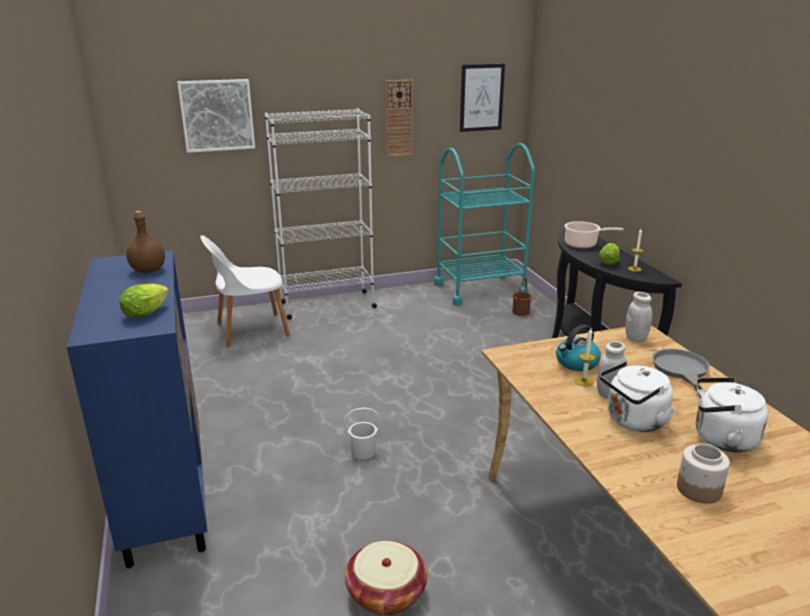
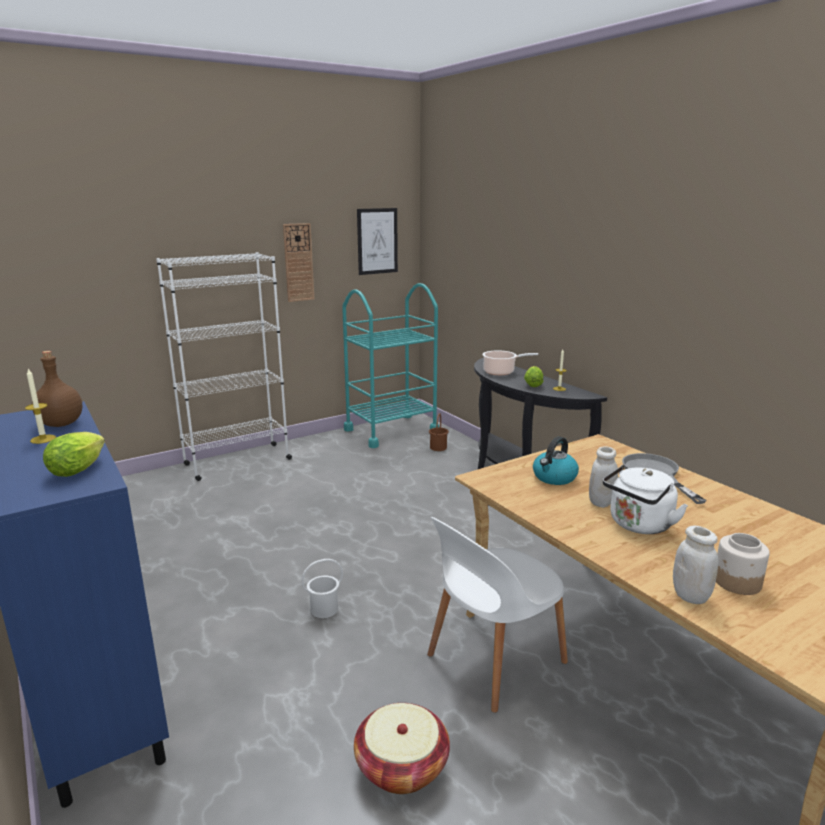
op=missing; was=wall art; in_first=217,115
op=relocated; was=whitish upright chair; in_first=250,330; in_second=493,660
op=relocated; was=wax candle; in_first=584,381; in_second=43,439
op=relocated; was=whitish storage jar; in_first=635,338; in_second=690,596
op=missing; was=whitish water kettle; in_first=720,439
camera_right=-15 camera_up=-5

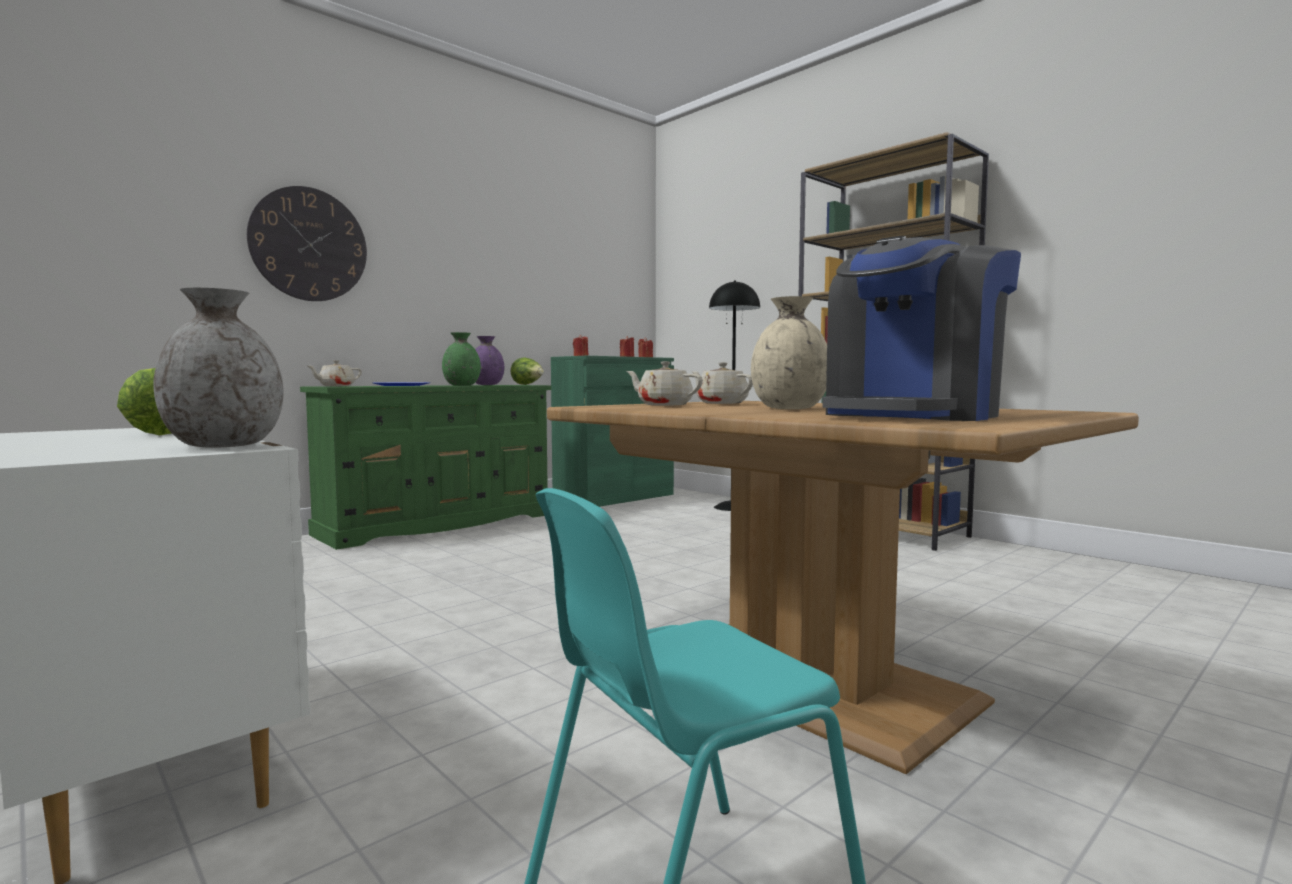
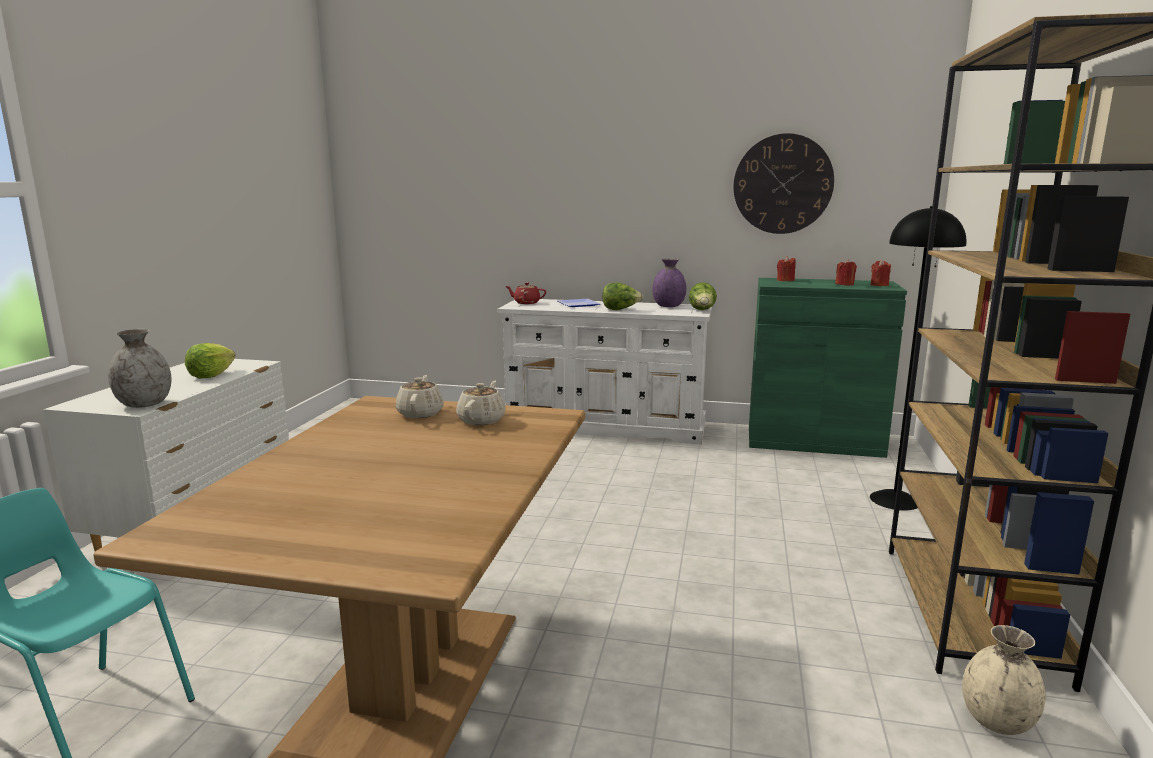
op=relocated; was=hanging clock; in_first=309,244; in_second=782,184
op=colour; was=green-coloured drawer chest; now=whitish drawer chest; in_first=439,524; in_second=606,426
op=colour; was=sand-coloured tea pot; now=red tea pot; in_first=336,386; in_second=526,303
op=exchanged; was=green-coloured flower vase; now=lettuce head; in_first=461,385; in_second=620,310
op=relocated; was=sand-coloured flower vase; in_first=790,408; in_second=997,722
op=missing; was=coffee maker; in_first=913,416
camera_right=55 camera_up=10

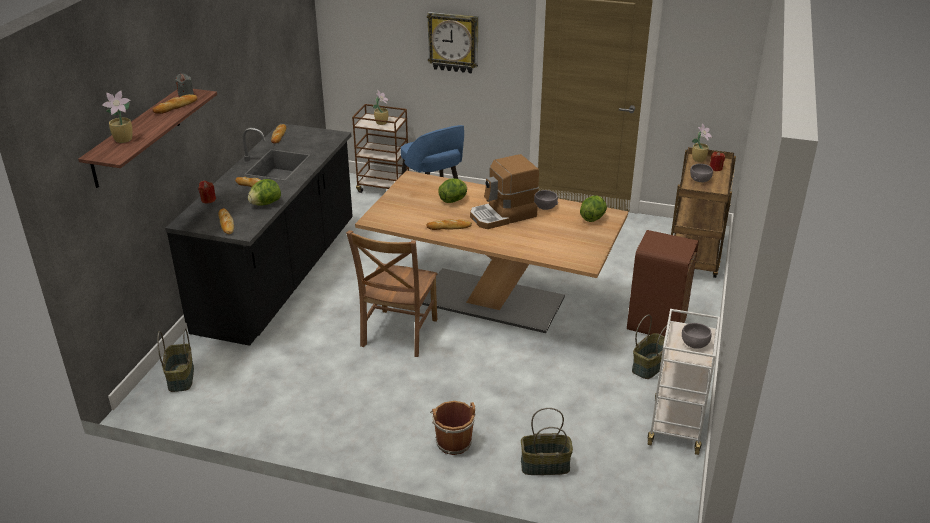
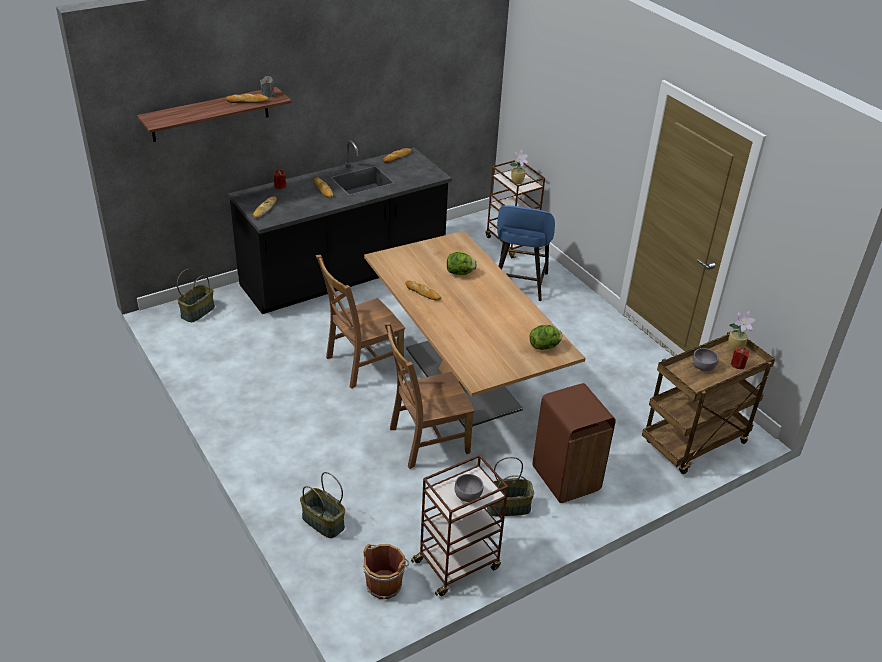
op=missing; was=potted plant; in_first=124,140
op=missing; was=lettuce head; in_first=265,204
op=missing; was=hanging clock; in_first=453,42
op=relocated; was=brown pail; in_first=453,441; in_second=384,583
op=missing; was=coffee maker; in_first=503,215
op=missing; was=greyish serving bowl; in_first=545,206
op=colour; was=whitish trolley; now=brown trolley; in_first=676,425; in_second=458,564
op=appeared; now=brown upright chair; in_second=425,441
camera_right=40 camera_up=5

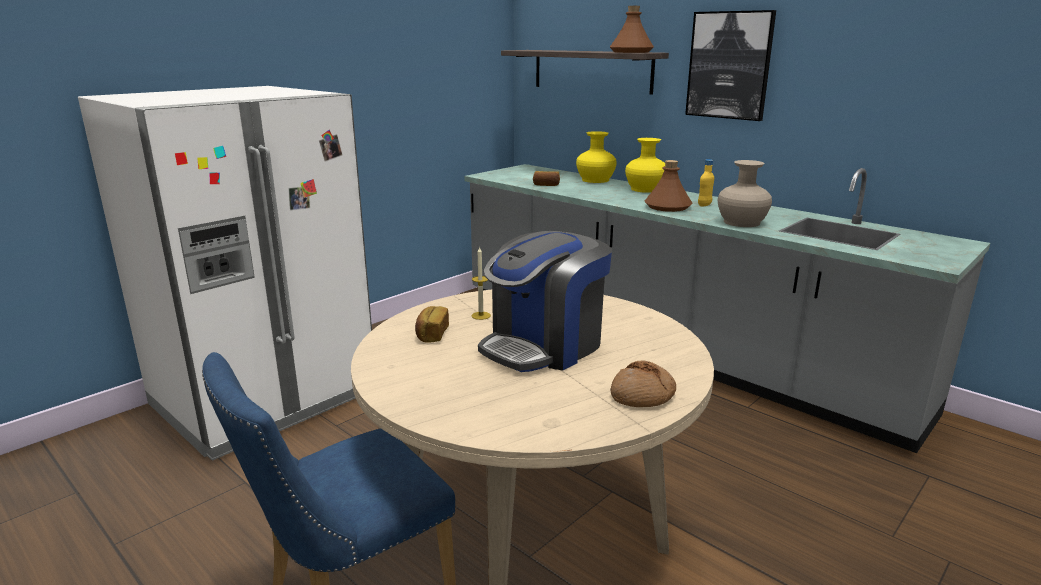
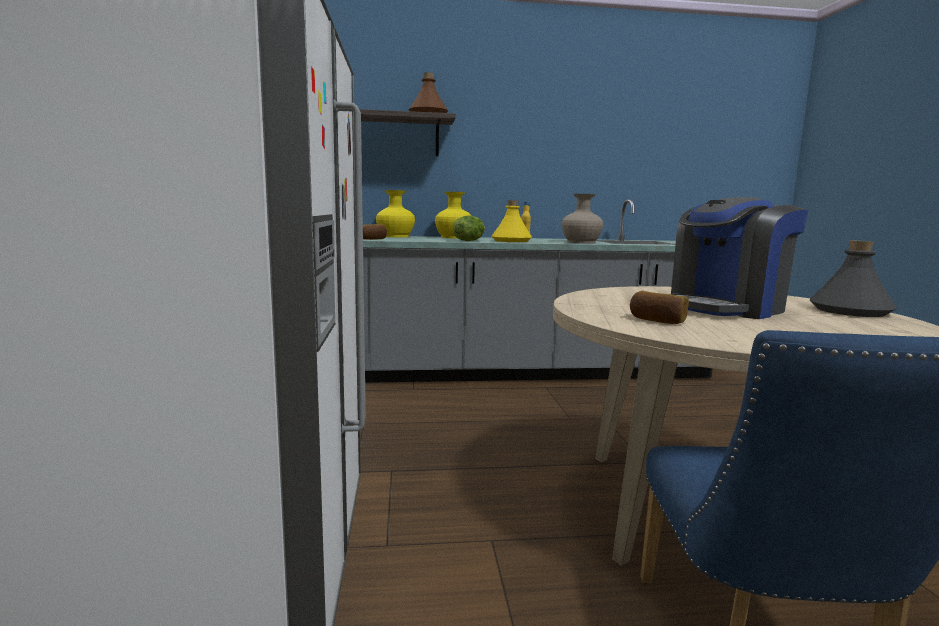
op=missing; was=wax candle; in_first=481,315
op=spun; was=coffee maker; in_first=544,346; in_second=726,308; clockwise=60
op=exchanged; was=bread; now=greyish bottle; in_first=642,395; in_second=850,311
op=colour; was=brown bottle; now=yellowish bottle; in_first=668,207; in_second=511,241
op=missing; was=wall art; in_first=729,65
op=appeared; now=lettuce head; in_second=469,241
camera_right=-50 camera_up=-10

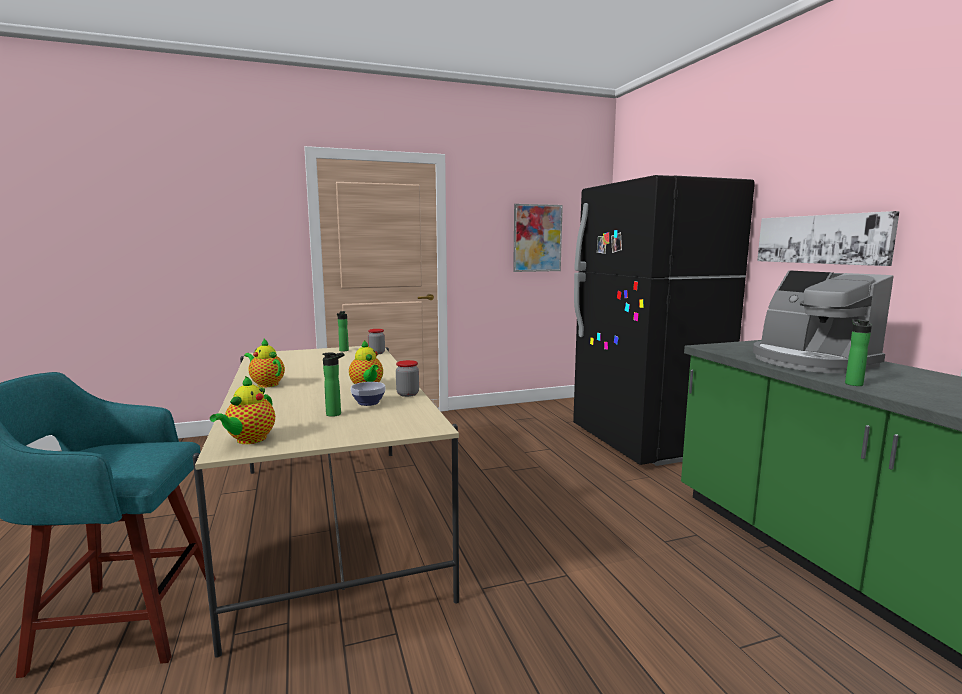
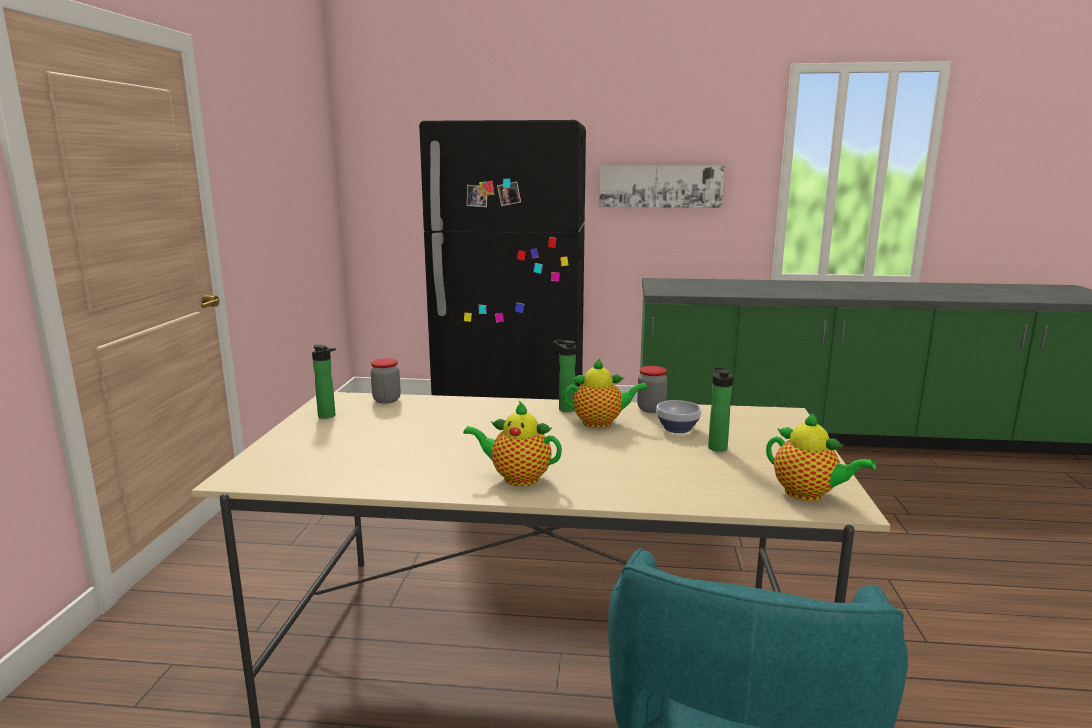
op=spun; was=tea pot; in_first=266,384; in_second=517,478; clockwise=45
op=missing; was=wall art; in_first=537,238
op=missing; was=coffee maker; in_first=810,361
op=relocated; was=bottle; in_first=852,383; in_second=564,409
camera_right=-65 camera_up=5

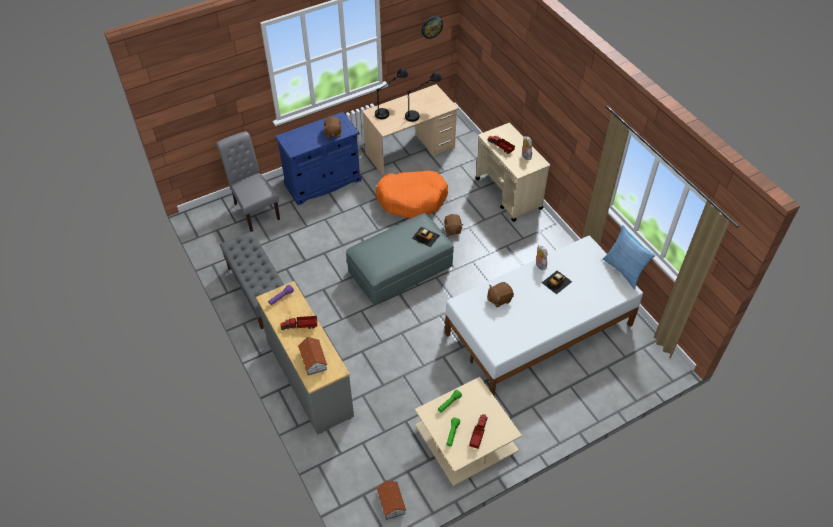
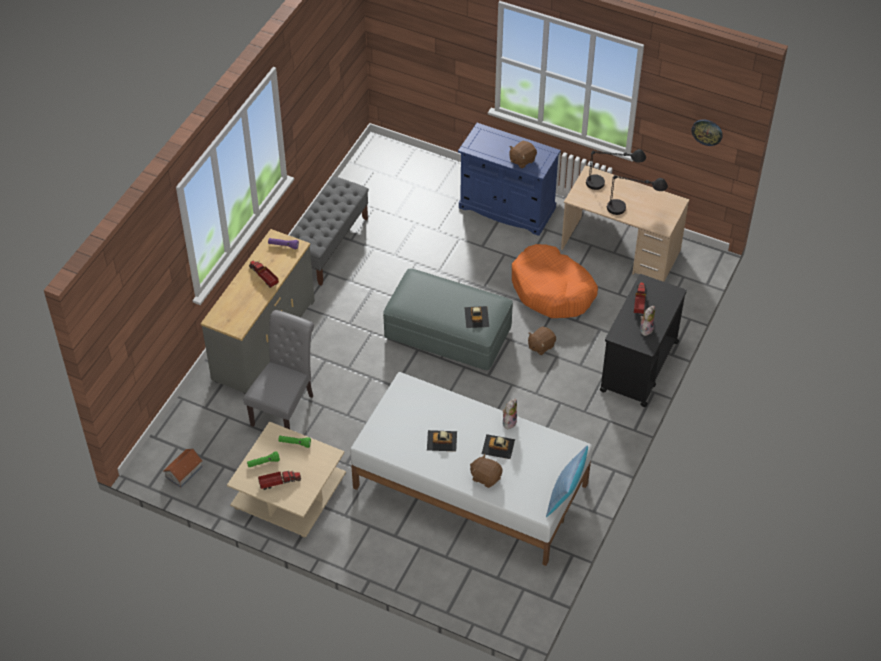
op=relocated; was=greyish upright chair; in_first=255,209; in_second=285,407
op=missing; was=toy house; in_first=313,360
op=colour; was=sand-coloured trolley; now=black trolley; in_first=508,194; in_second=638,367
op=relocated; was=brown cuddly toy; in_first=499,299; in_second=486,477
op=appeared; now=model car; in_second=442,441
camera_right=55 camera_up=0

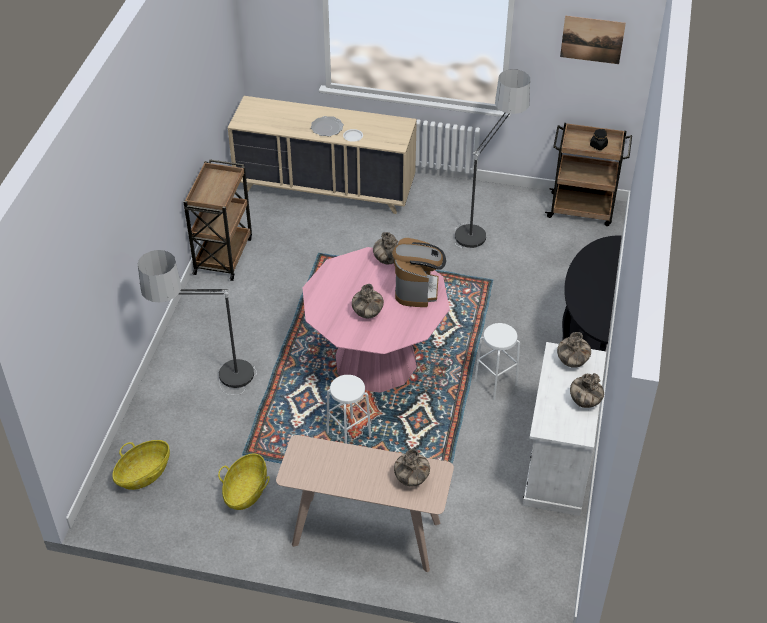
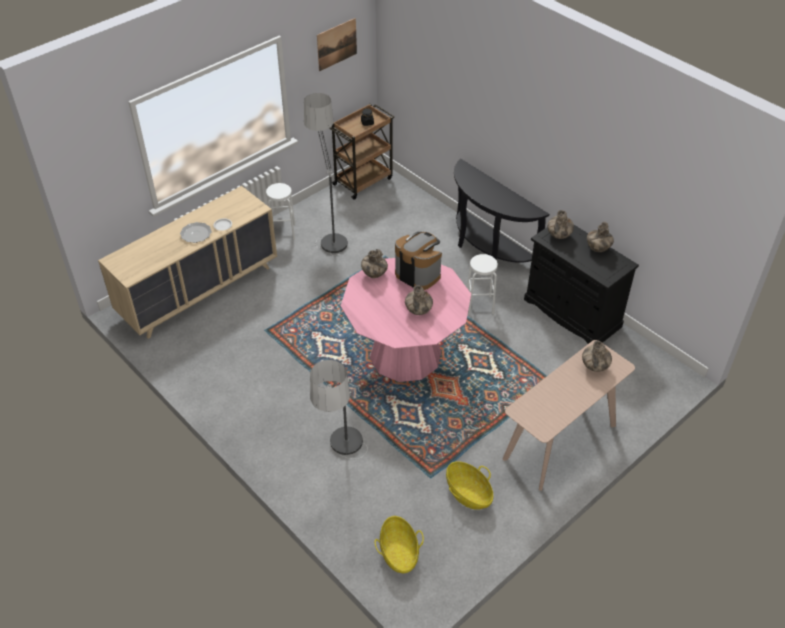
op=missing; was=brown trolley; in_first=223,255
op=relocated; was=whitish stool; in_first=348,435; in_second=283,232
op=colour; was=whitish cupboard; now=black cupboard; in_first=558,463; in_second=572,313
camera_right=-55 camera_up=0

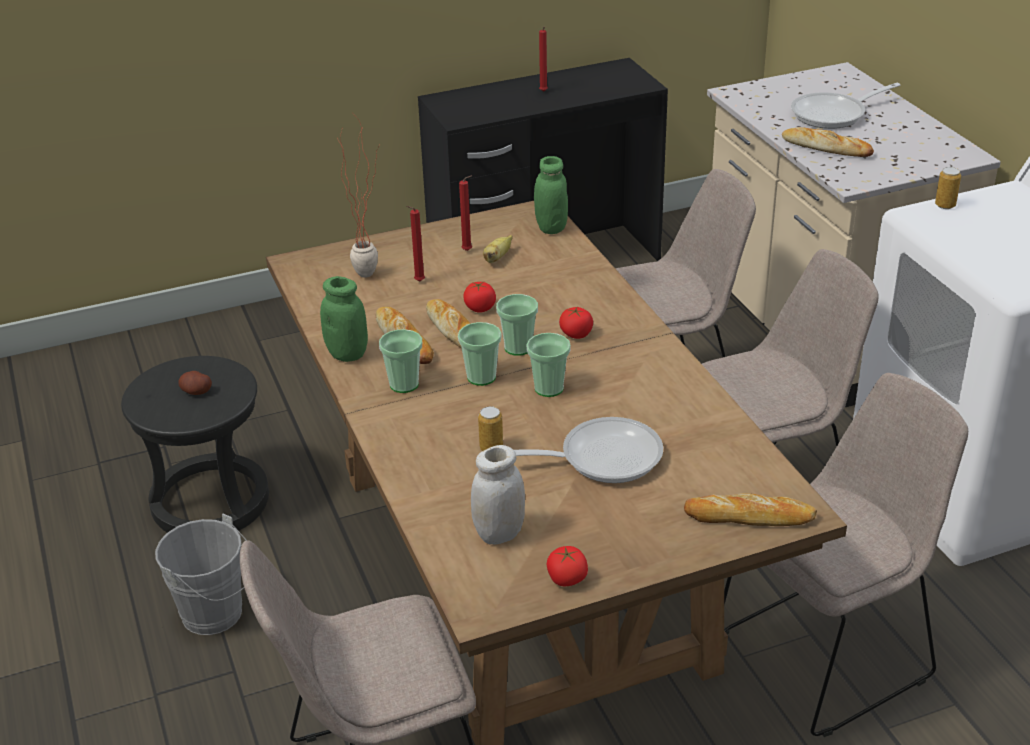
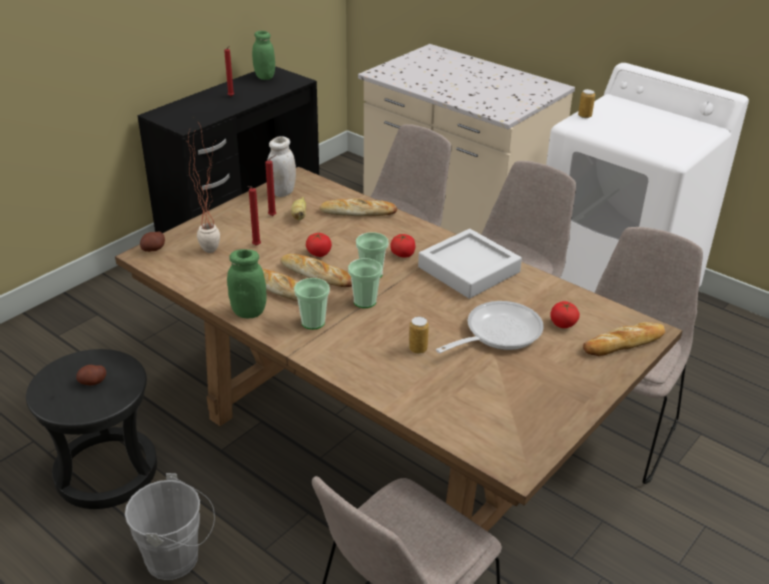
op=relocated; was=whitish storage jar; in_first=499,533; in_second=282,192
op=missing; was=drinking cup; in_first=549,388
op=relocated; was=green-coloured storage jar; in_first=551,228; in_second=264,77
op=relocated; was=fresh tomato; in_first=566,579; in_second=563,324
op=relocated; was=bread; in_first=826,148; in_second=358,212
op=missing; was=skillet; in_first=834,114
op=appeared; now=whole potato; in_second=153,249
op=appeared; now=greyish carrying tray; in_second=468,269
camera_right=-30 camera_up=0

